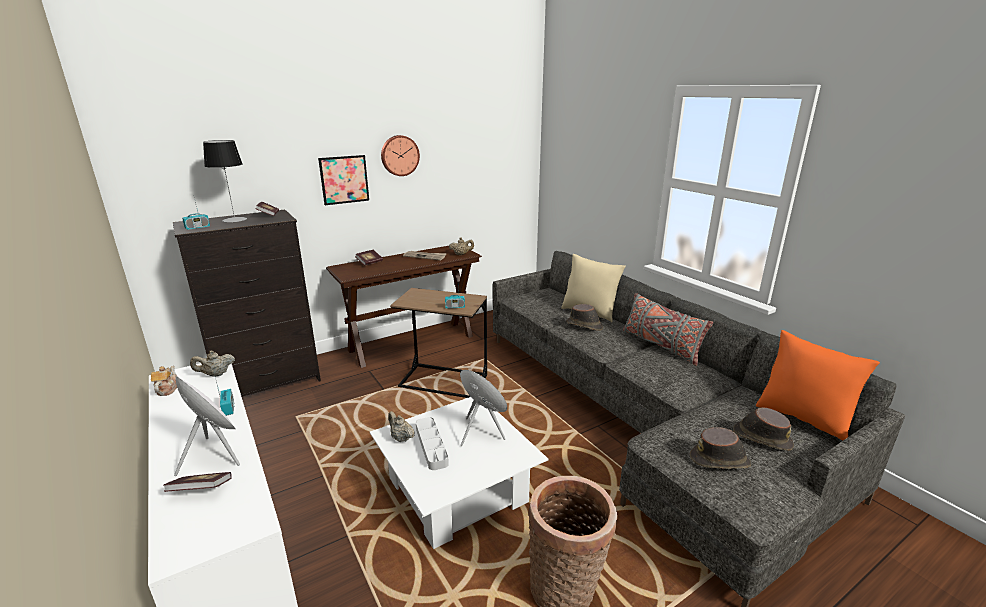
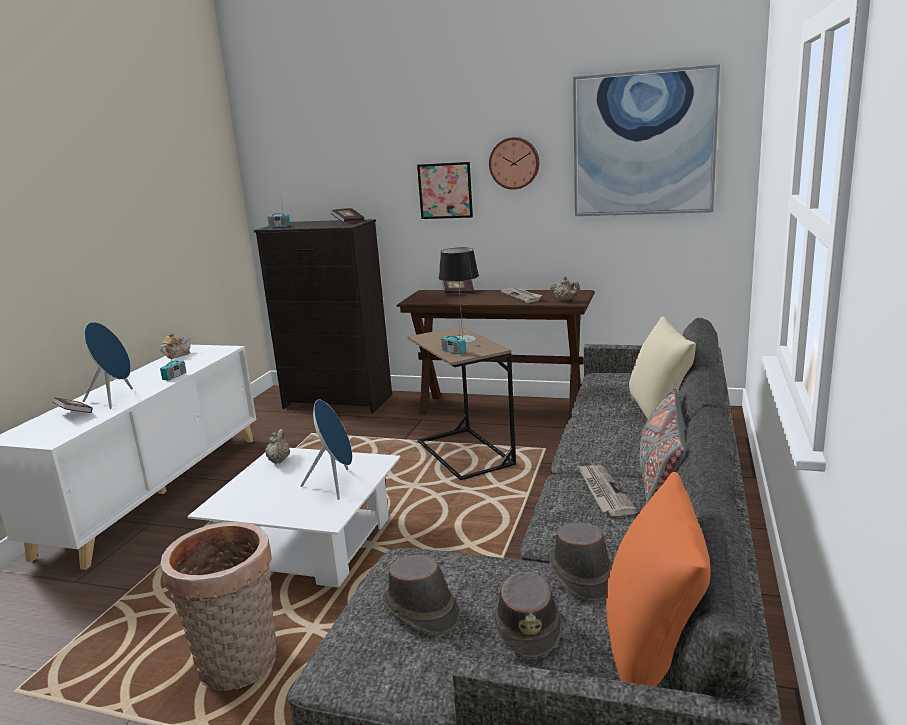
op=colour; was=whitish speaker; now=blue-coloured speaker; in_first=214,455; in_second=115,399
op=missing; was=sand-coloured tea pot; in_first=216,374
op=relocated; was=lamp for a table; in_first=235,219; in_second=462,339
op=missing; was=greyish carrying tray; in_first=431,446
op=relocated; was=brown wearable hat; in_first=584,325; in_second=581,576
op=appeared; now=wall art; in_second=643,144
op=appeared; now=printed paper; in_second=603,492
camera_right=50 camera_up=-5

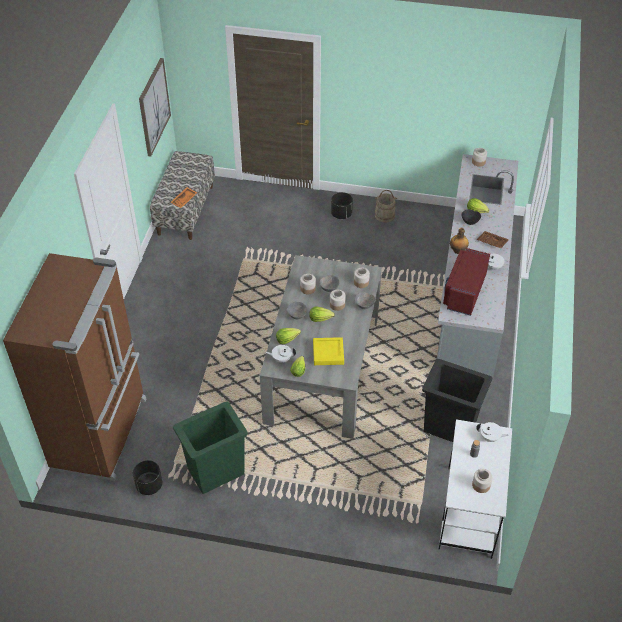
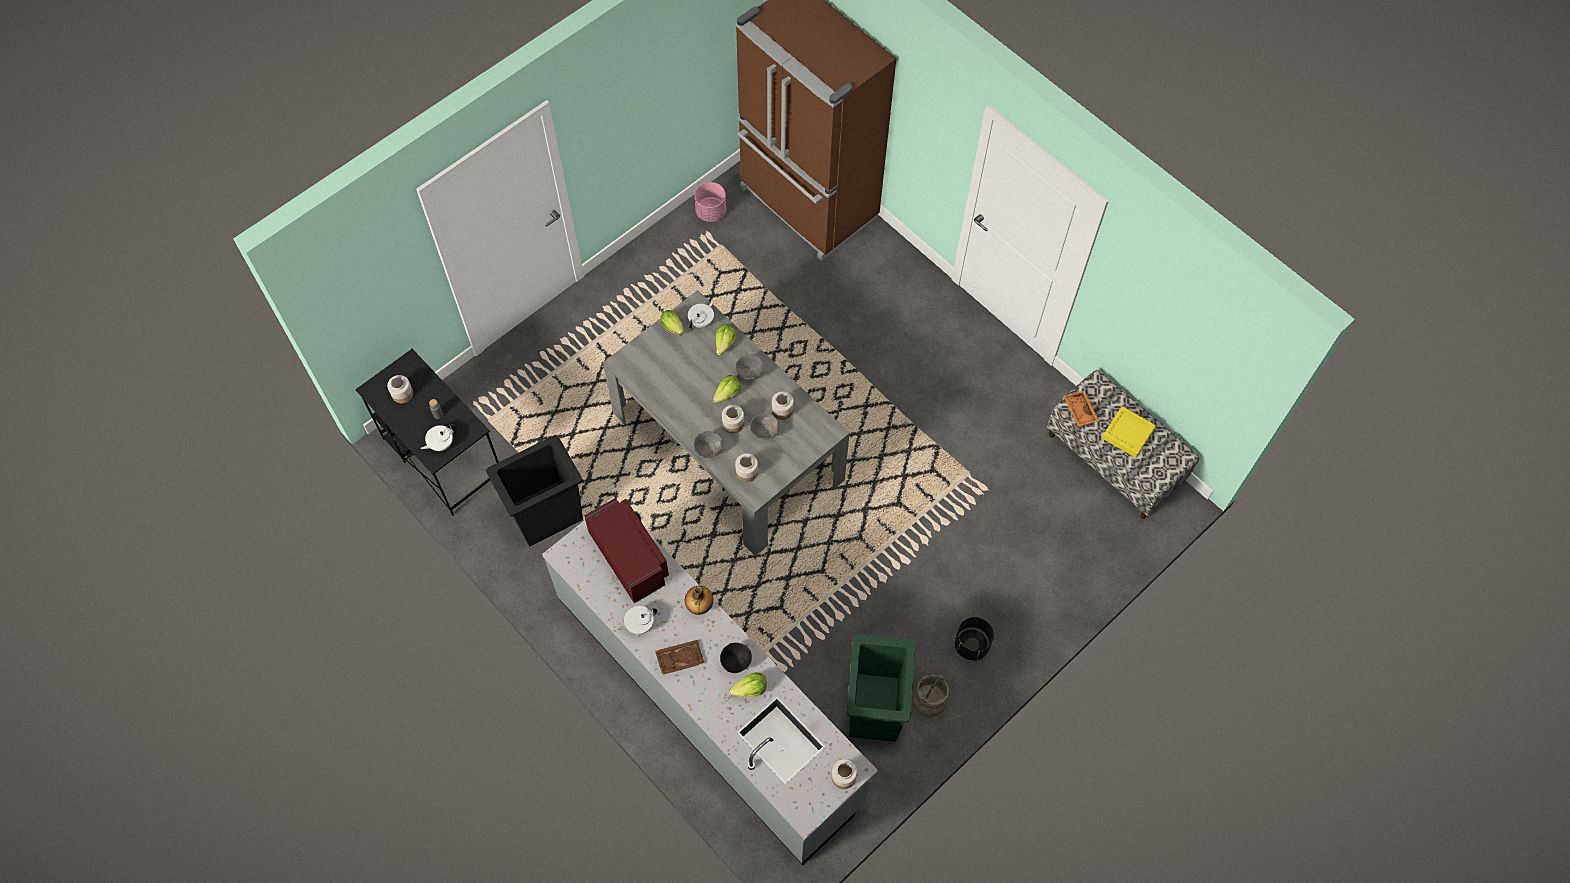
op=colour; was=black flower pot; now=pink-coloured flower pot; in_first=149,485; in_second=711,212
op=missing; was=wall art; in_first=154,107
op=relocated; was=green-coloured waste bin; in_first=215,471; in_second=875,708
op=relocated; was=yellowish carrying tray; in_first=328,353; in_second=1127,434
op=colour; was=whitish desk; now=black desk; in_first=469,512; in_second=442,456
camera_right=125 camera_up=15

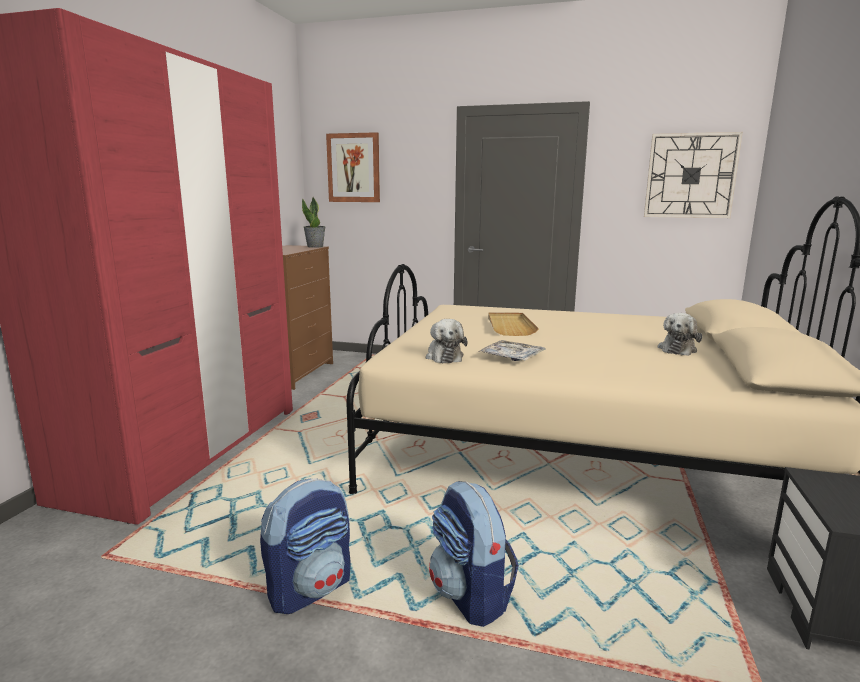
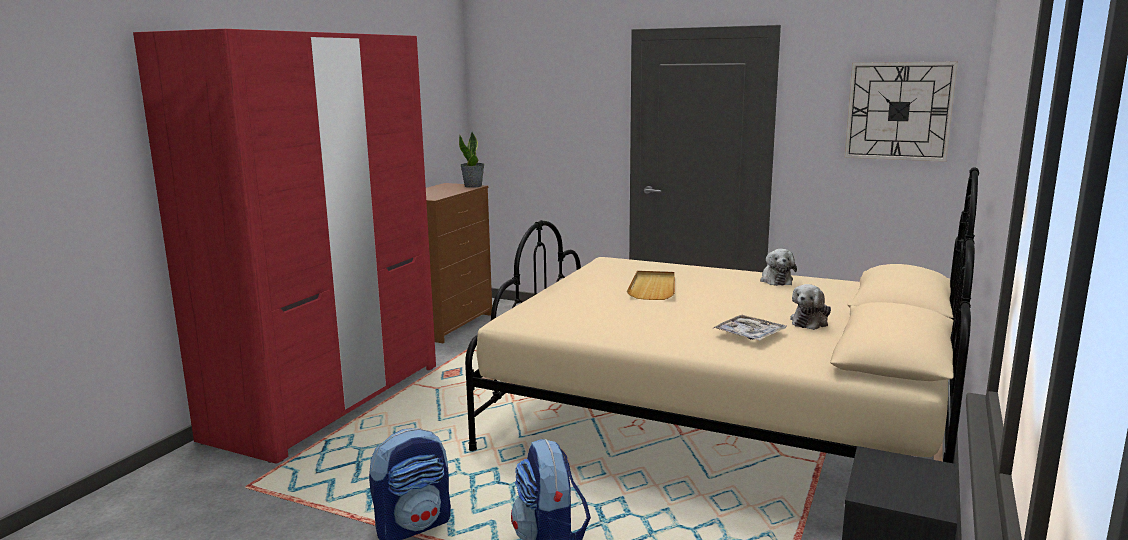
op=missing; was=wall art; in_first=353,168
op=relocated; was=cuddly toy; in_first=444,356; in_second=775,280
op=relocated; was=carrying tray; in_first=512,357; in_second=749,335
camera_right=10 camera_up=0

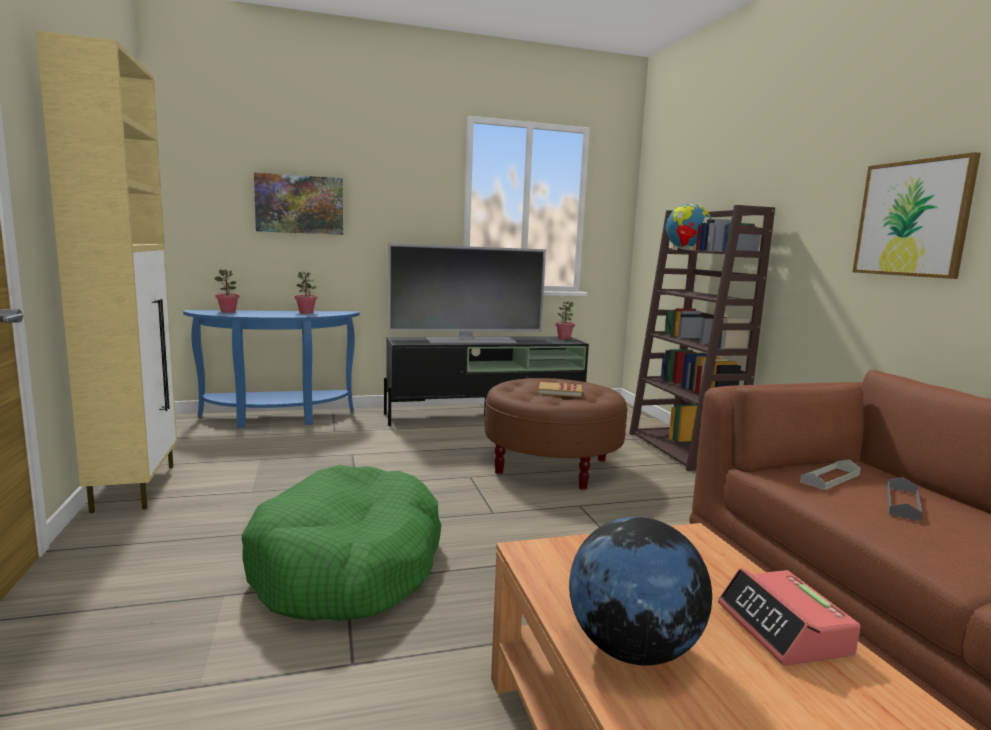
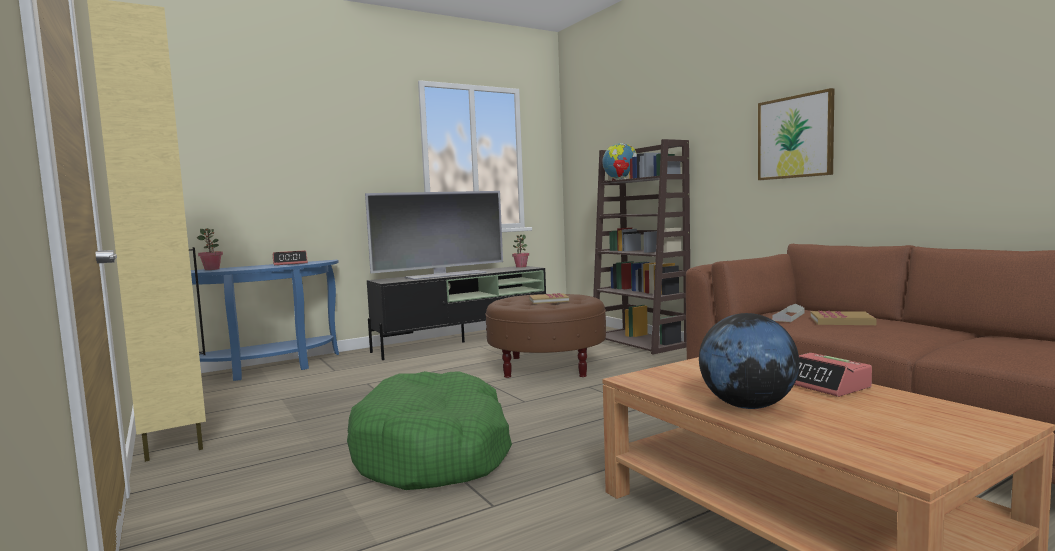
op=missing; was=wall art; in_first=299,204
op=exchanged; was=potted plant; now=table clock; in_first=306,313; in_second=290,264
op=exchanged; was=greyish carrying tray; now=bound book; in_first=902,503; in_second=842,321
camera_right=-15 camera_up=-5

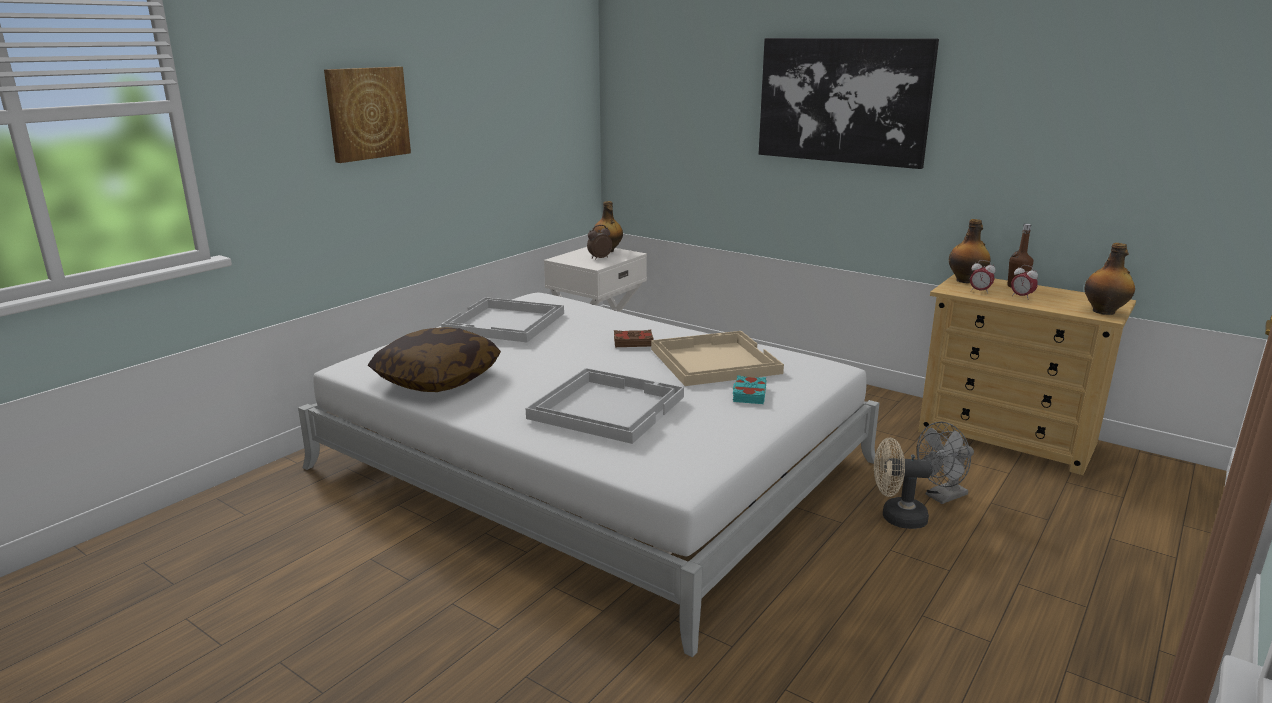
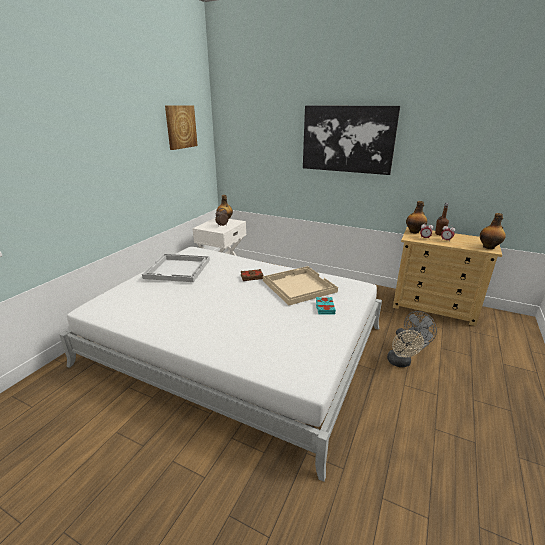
op=relocated; was=wall art; in_first=367,113; in_second=180,127
op=missing; was=pillow; in_first=438,378
op=missing; was=whitish carrying tray; in_first=606,407
op=spun; was=sand-coloured cooling fan; in_first=896,517; in_second=400,363; clockwise=-90
camera_right=-10 camera_up=5

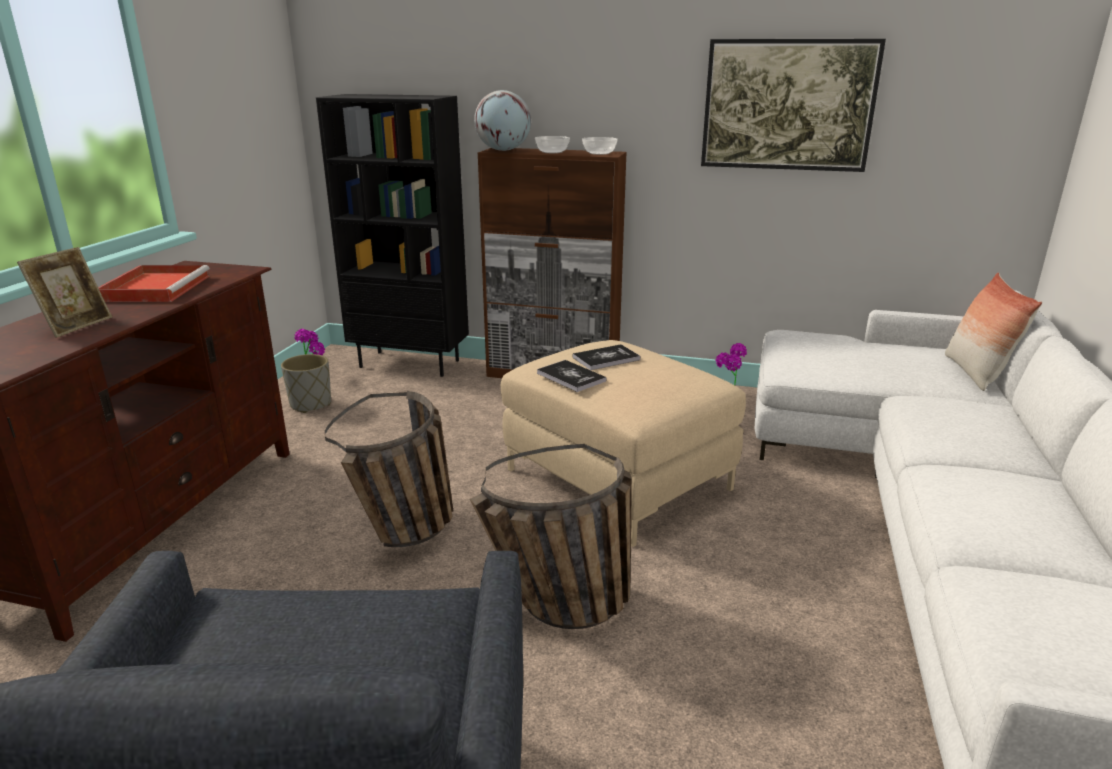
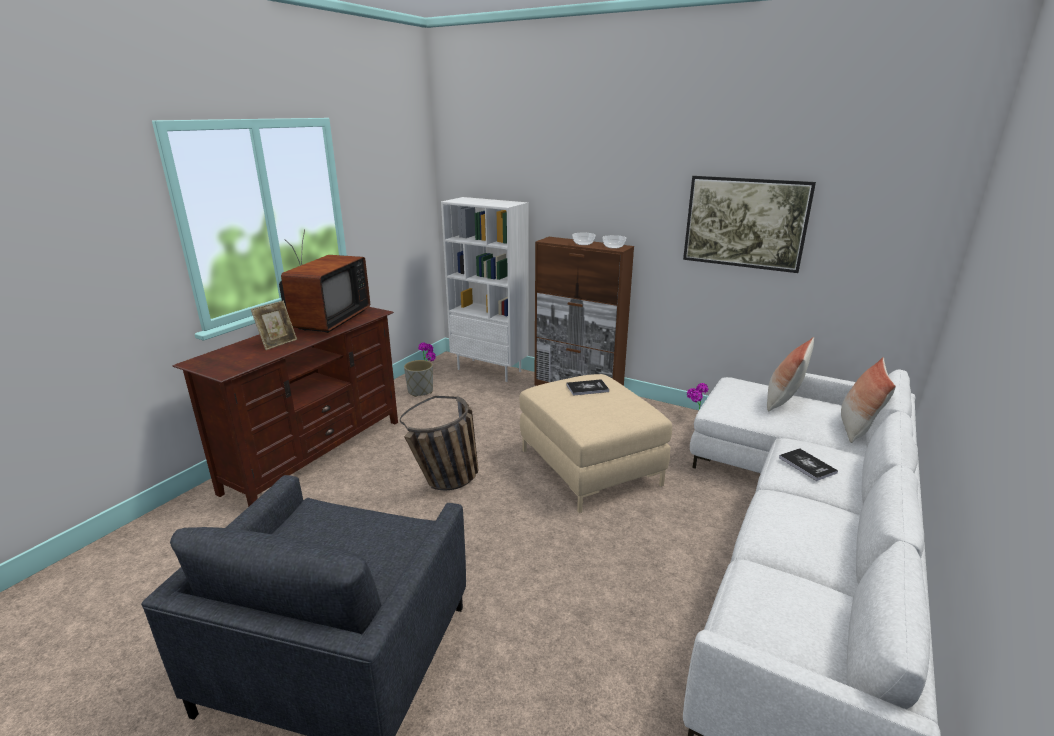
op=exchanged; was=red carrying tray; now=television; in_first=156,287; in_second=326,321
op=colour; was=black bookshelf; now=whitish bookshelf; in_first=411,363; in_second=490,370
op=missing; was=storage basket; in_first=558,611
op=missing; was=globe; in_first=503,150
op=relocated; was=bound book; in_first=571,377; in_second=807,465
op=appeared; now=pillow; in_second=782,401
camera_right=15 camera_up=0

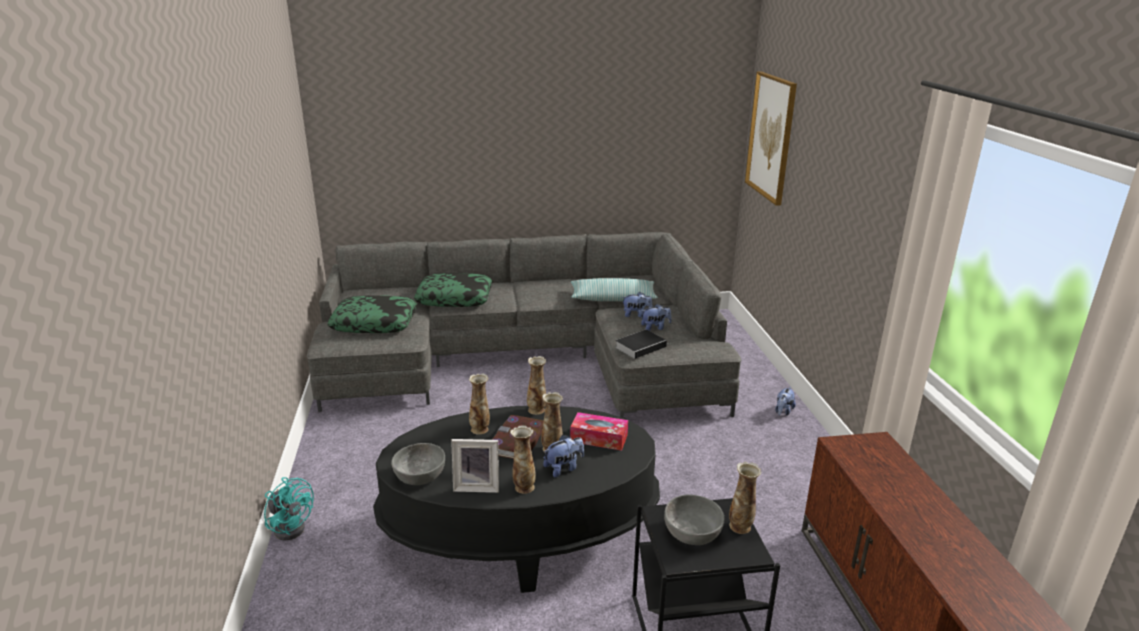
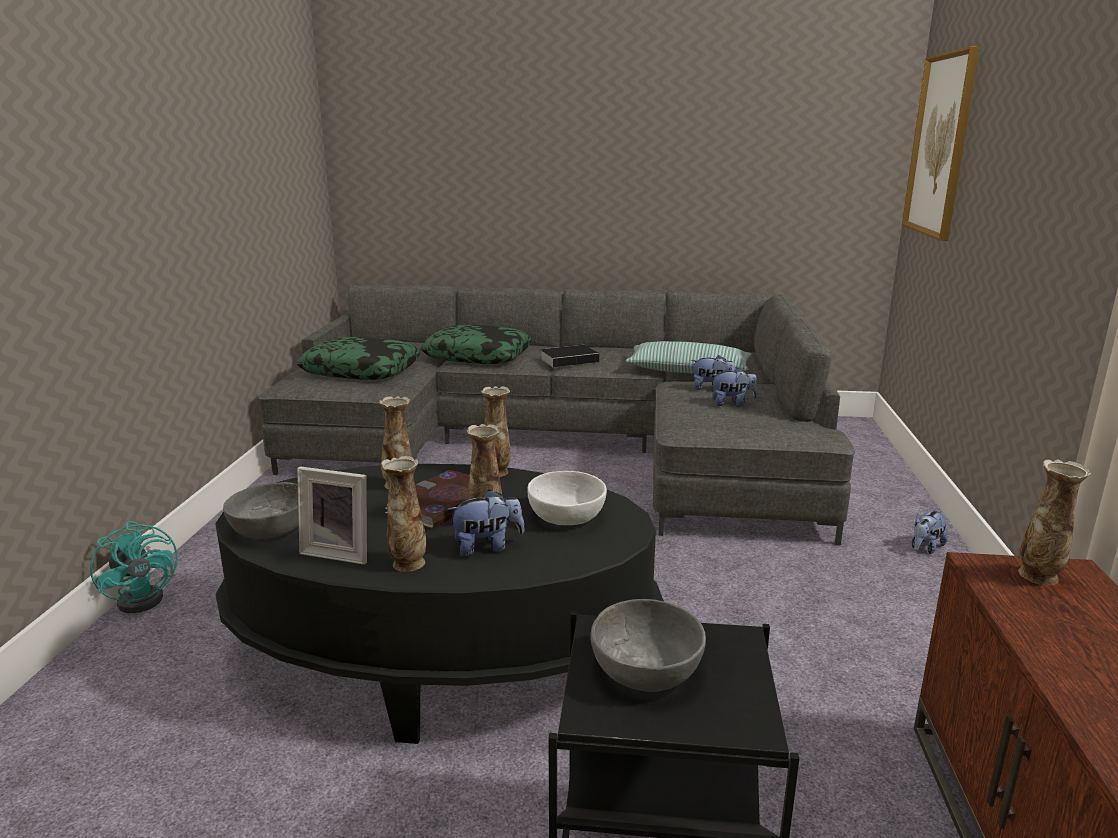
op=exchanged; was=tissue box; now=whitish serving bowl; in_first=599,438; in_second=567,515
op=relocated; was=bound book; in_first=641,346; in_second=570,360
op=relocated; was=flower vase; in_first=740,527; in_second=1039,576
camera_right=15 camera_up=-5

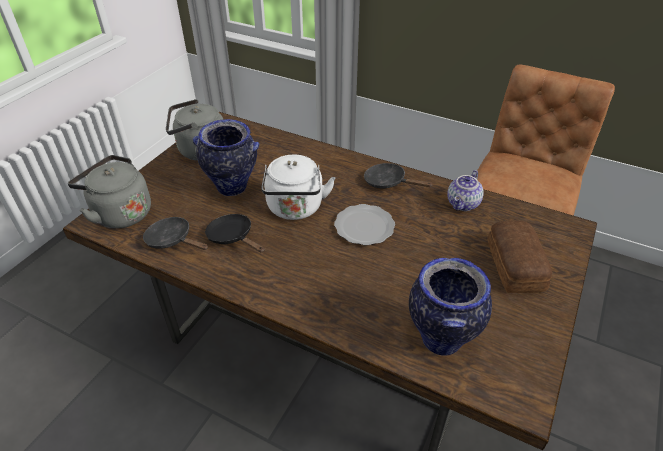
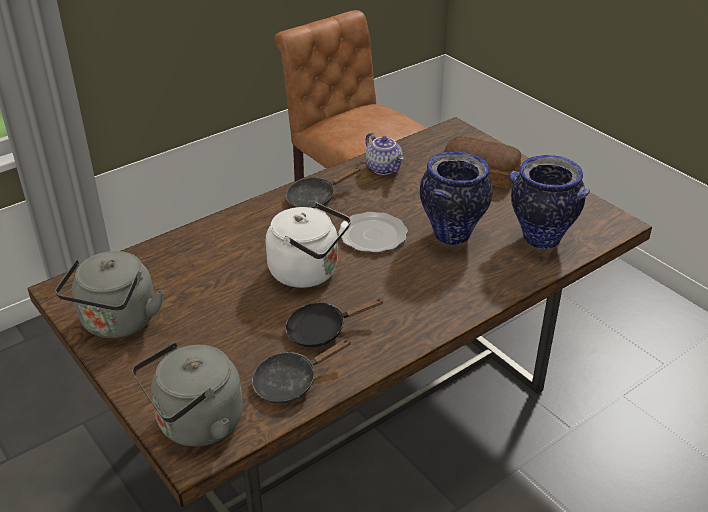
op=relocated; was=flower vase; in_first=233,187; in_second=452,234
camera_right=-65 camera_up=-5

